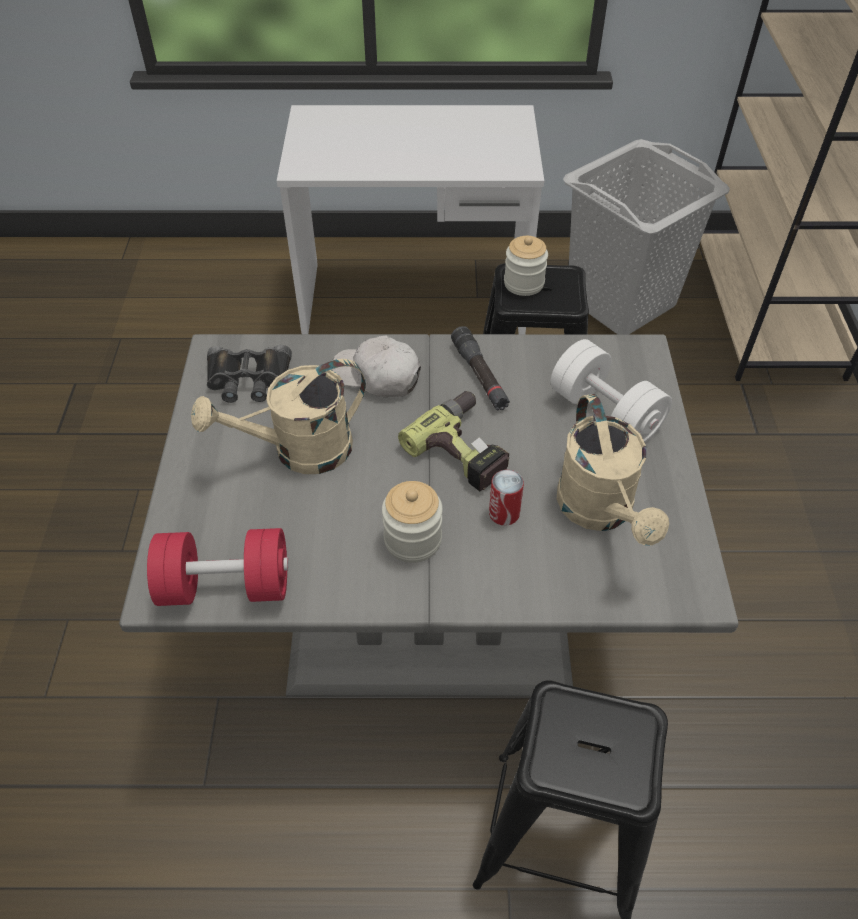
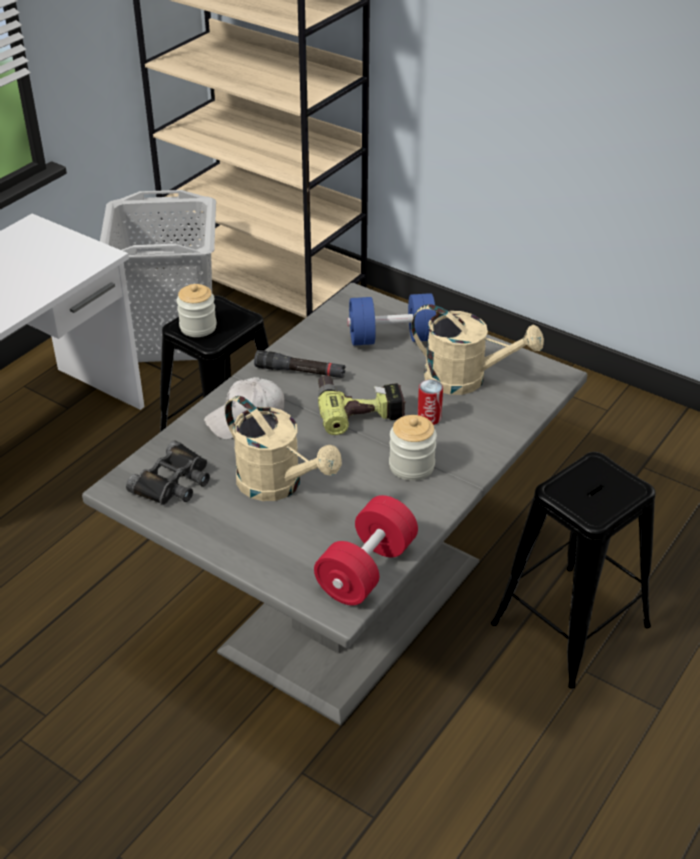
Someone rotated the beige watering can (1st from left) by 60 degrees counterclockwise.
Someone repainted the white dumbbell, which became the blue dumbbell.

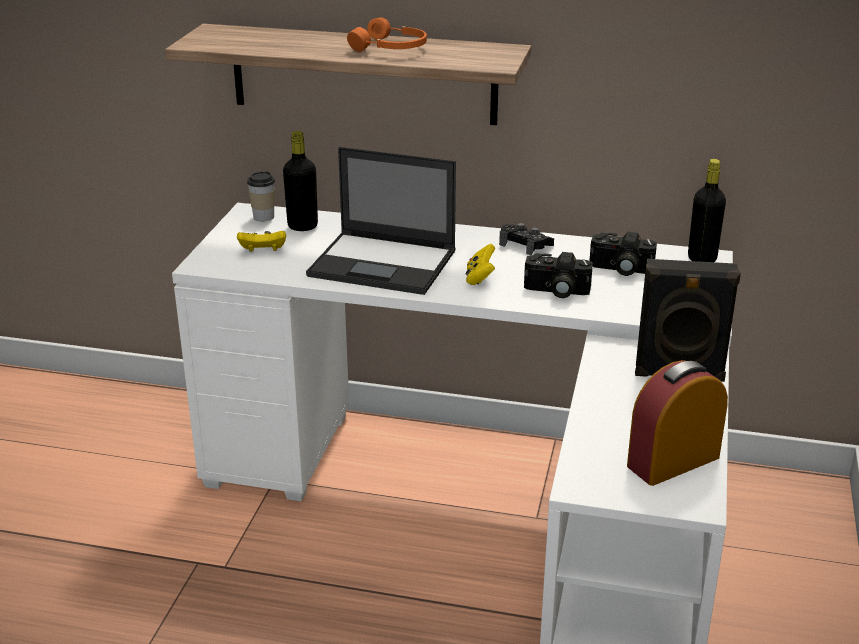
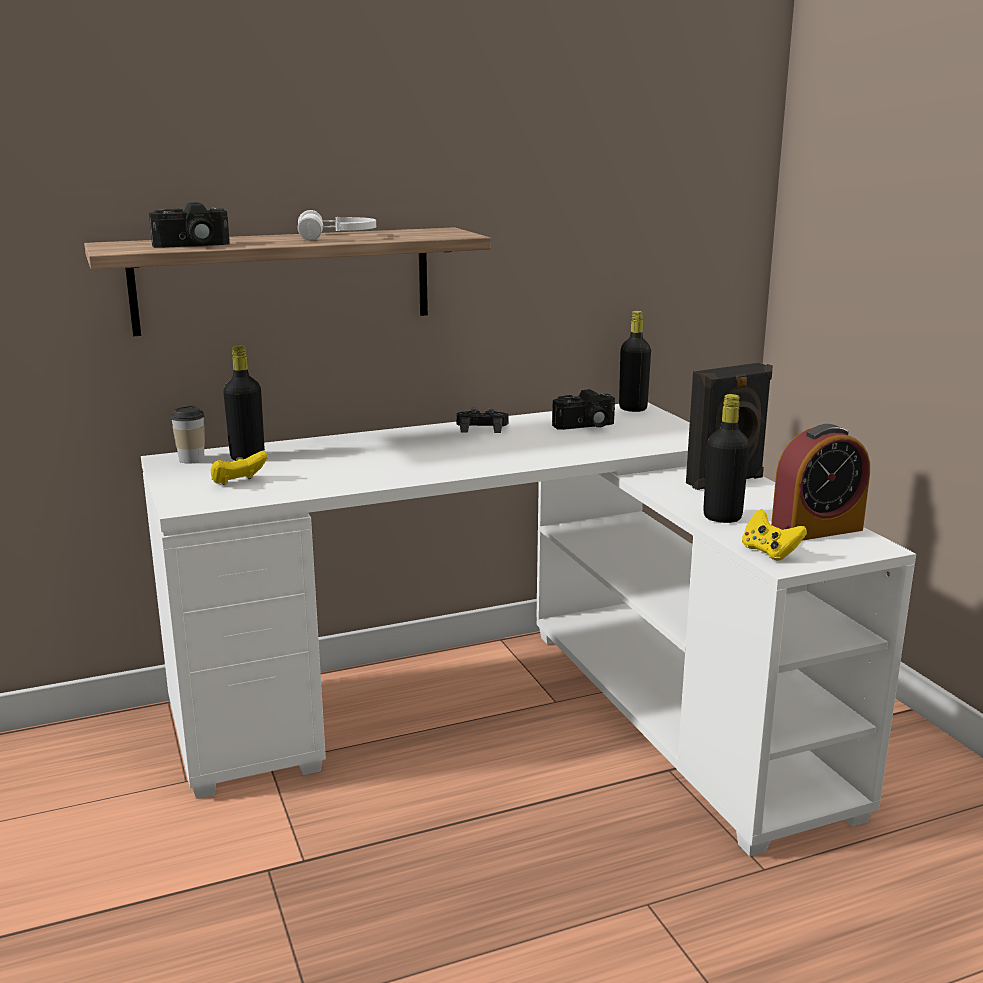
Someone carried the still camera (1st from left).
Someone repainted the orange-coloured pair of headphones, which became the white pair of headphones.
Someone put down the black bottle (3rd from left).
Someone carried the yellow-coloured game controller (2nd from left).
Someone rotated the bedside clock by 135 degrees counterclockwise.
Someone took away the portable computer.

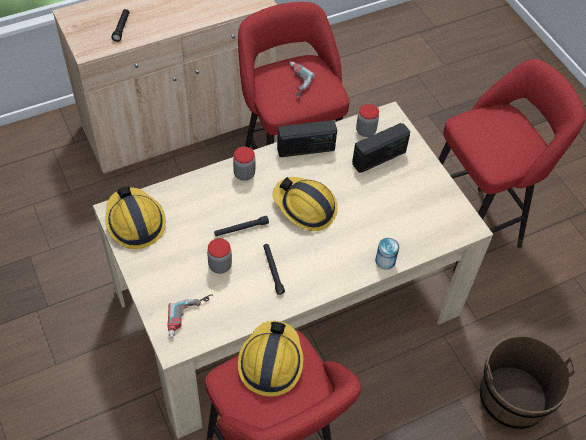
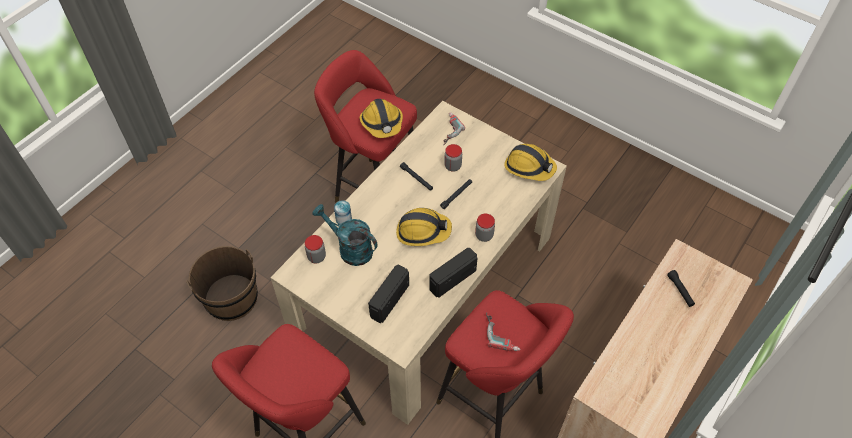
Someone carried the storage jar (3rd from left in the first image).
Someone put down the blue-green watering can.

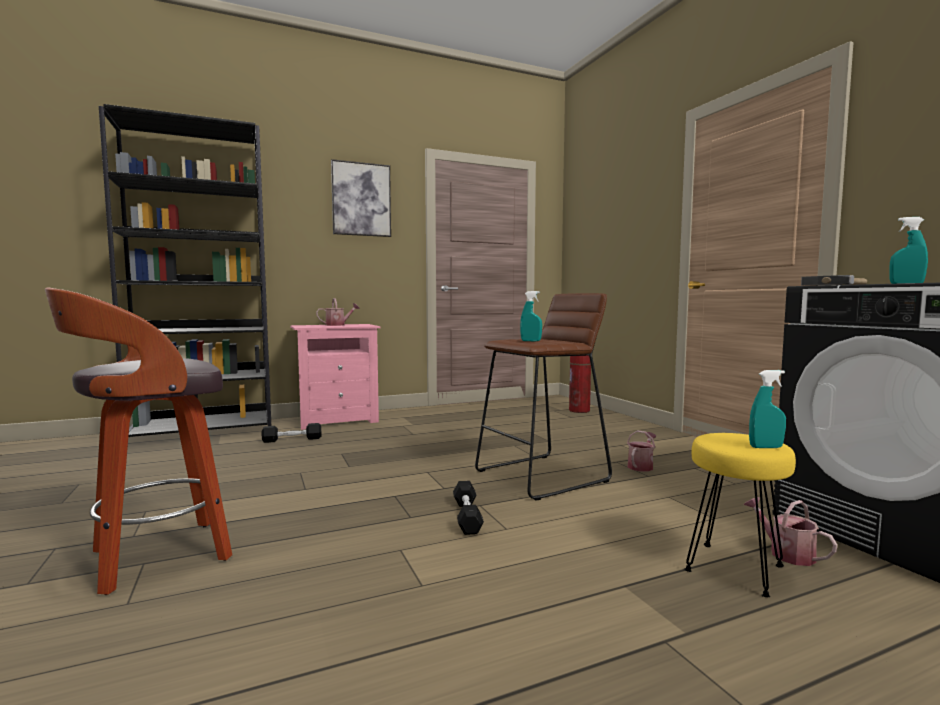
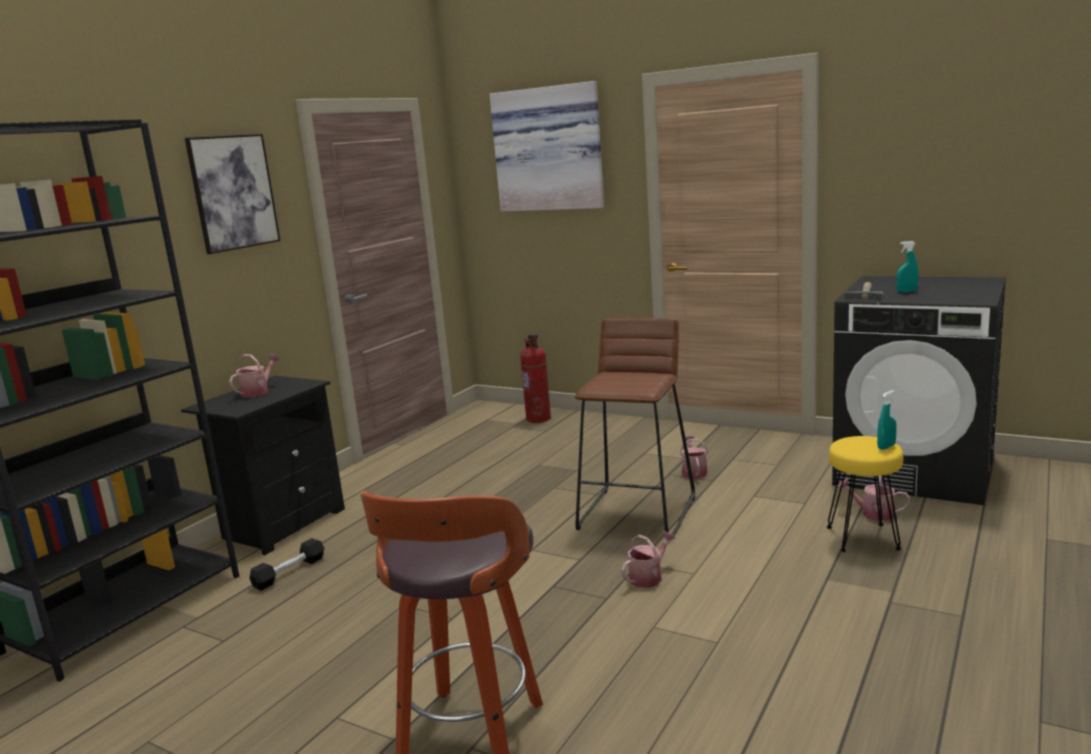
Someone repainted the pinkish nightstand, which became the black nightstand.
Someone put up the wall art (2nd from left).
Someone swapped the black dumbbell (2nd from left) for the watering can (2nd from left).
Someone took away the blue-green hand sprayer (1st from left).

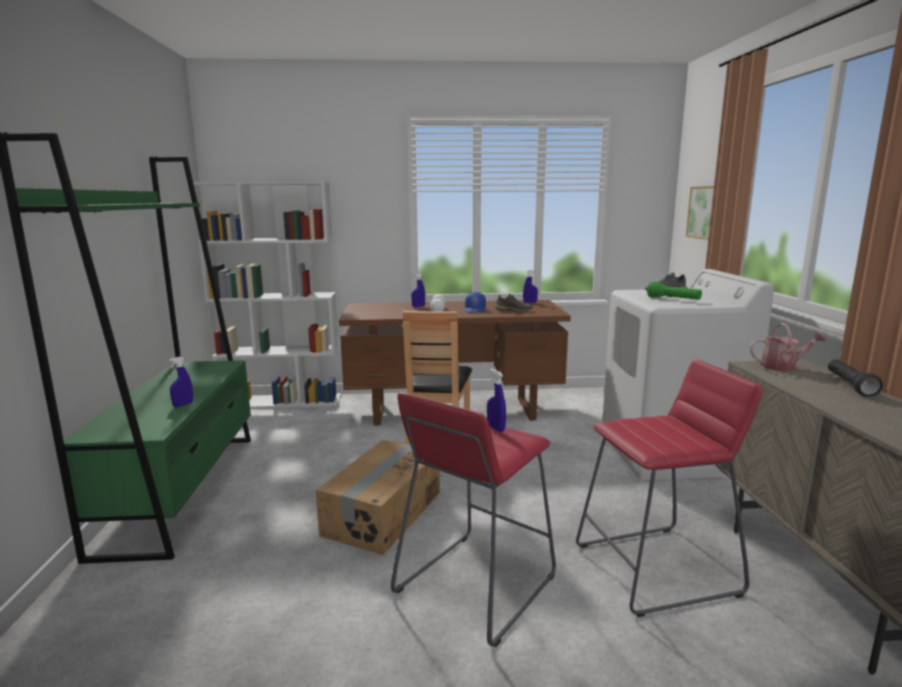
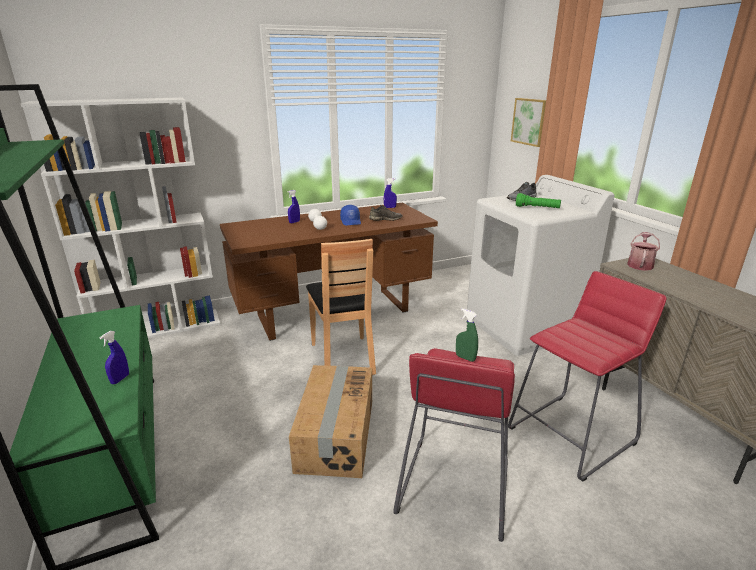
Someone repainted the blue hand sprayer (3rd from left), which became the greenish hand sprayer.
Someone rotated the watering can by 45 degrees counterclockwise.
Someone took away the black hand torch.

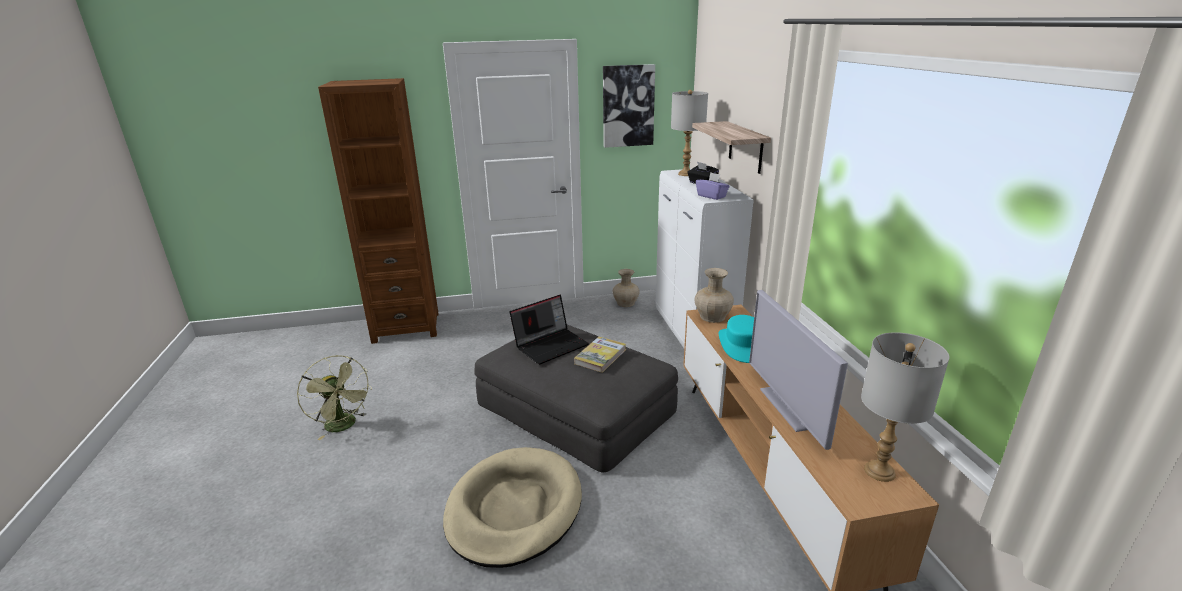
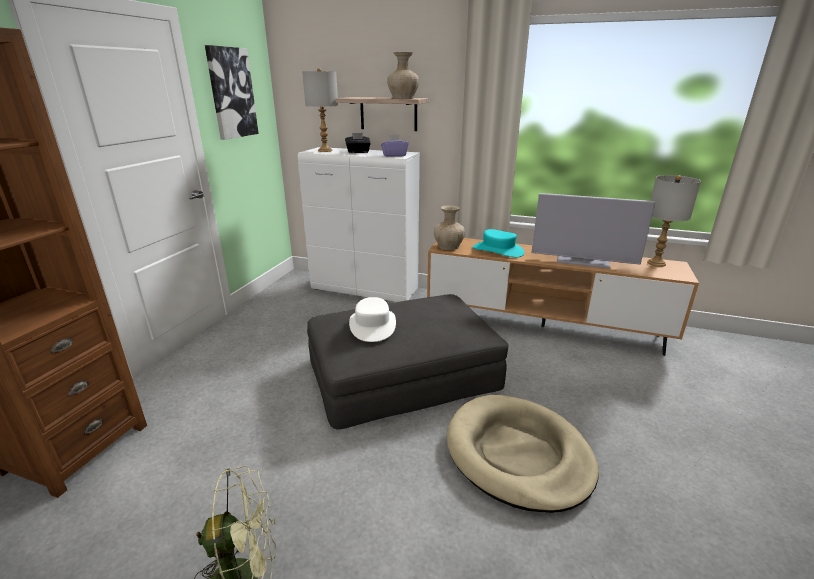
Someone swapped the portable computer for the white clothing hat.
Someone carried the beige vase (1st from left).
Someone took away the book.

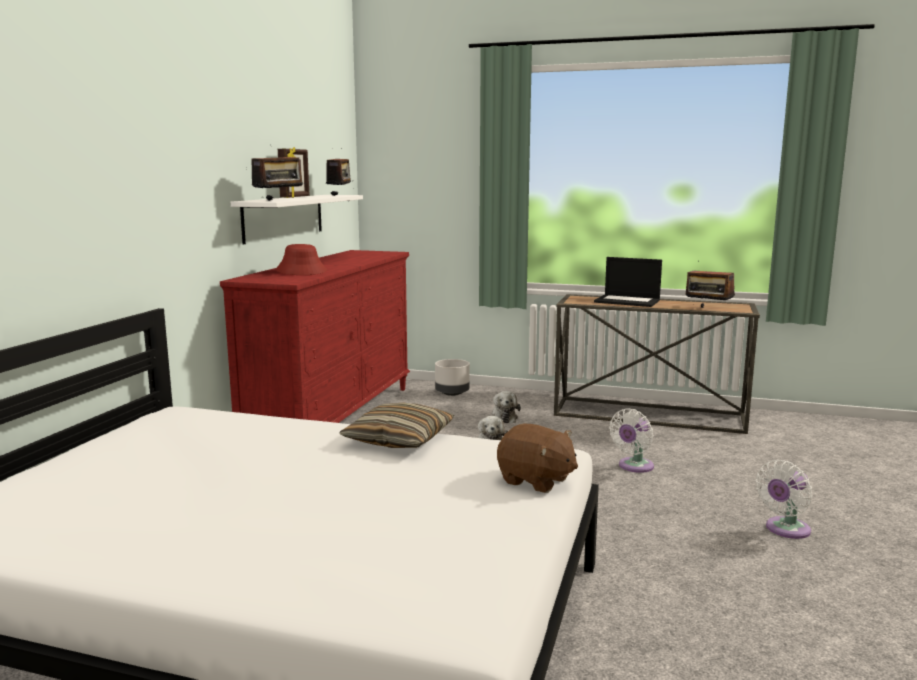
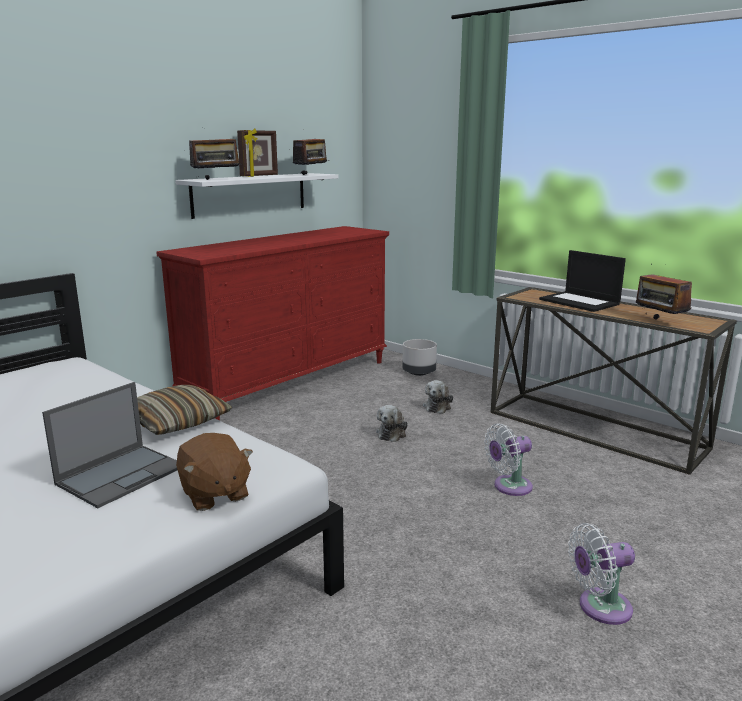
Someone put down the portable computer (1st from left).
Someone took away the red clothing hat.

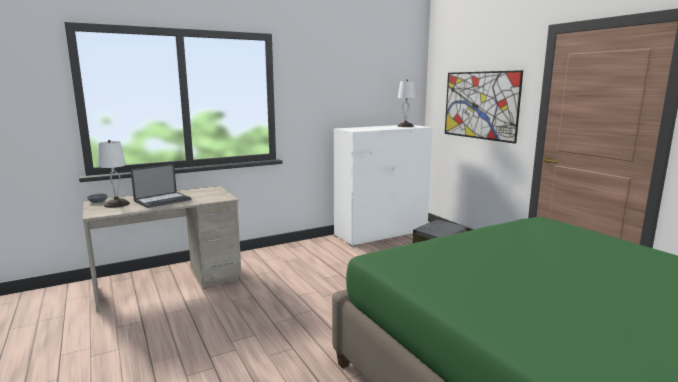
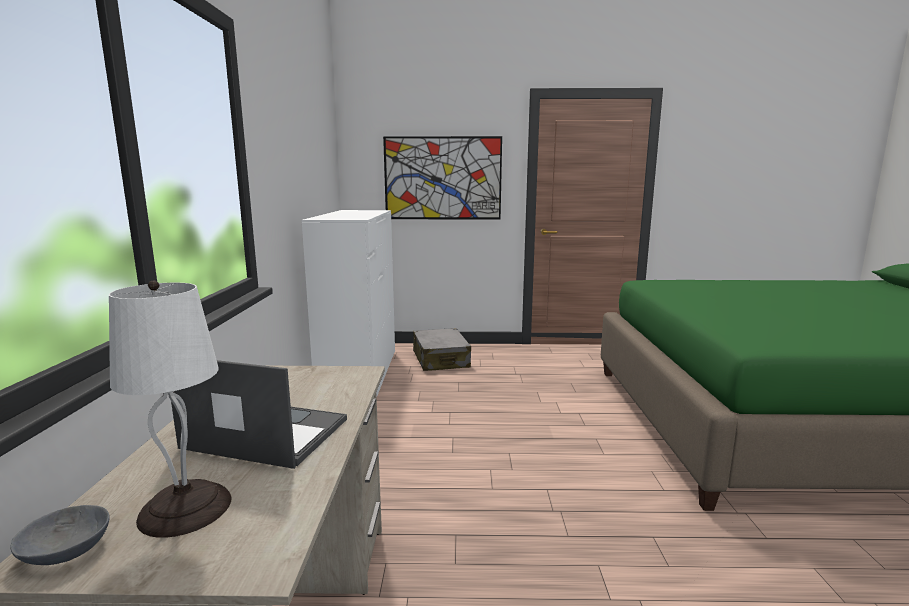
Someone rotated the portable computer by 60 degrees counterclockwise.
Someone took away the white lamp for a table (2nd from left).

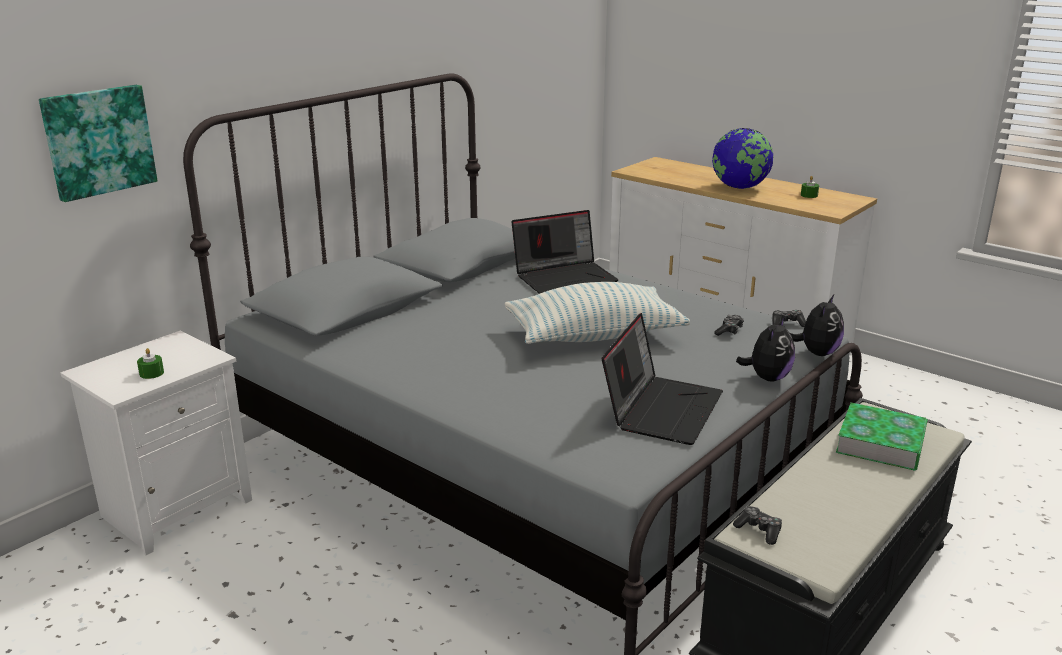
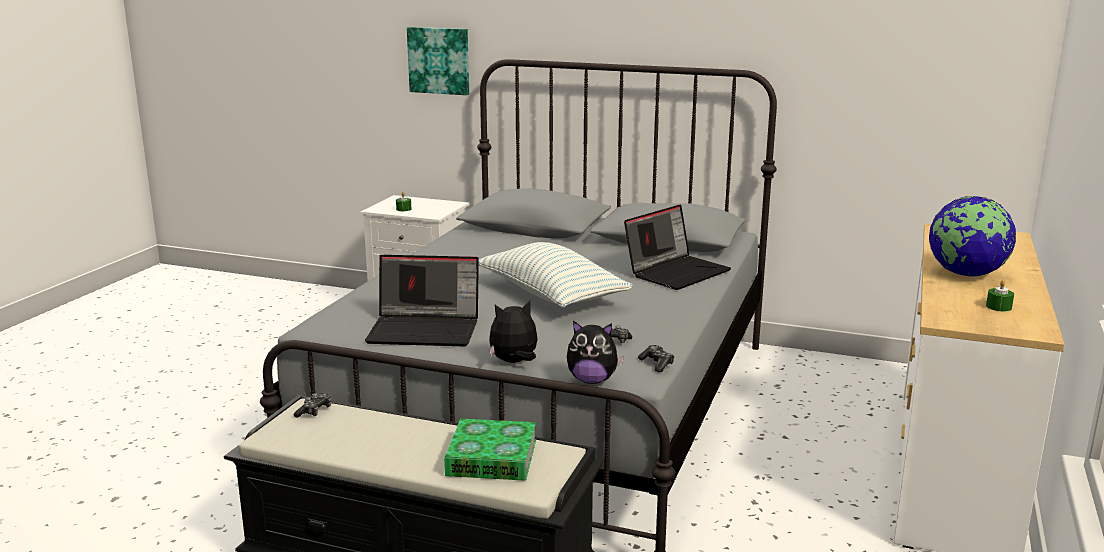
Someone rotated the plush toy (1st from left) by 150 degrees clockwise.
Someone rotated the portable computer (1st from left in the first image) by 90 degrees counterclockwise.

